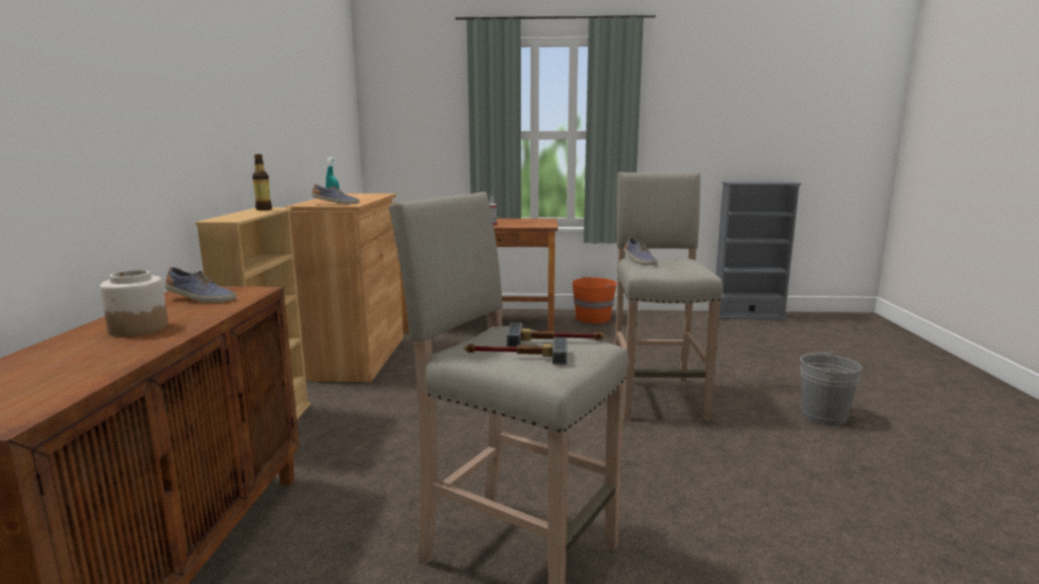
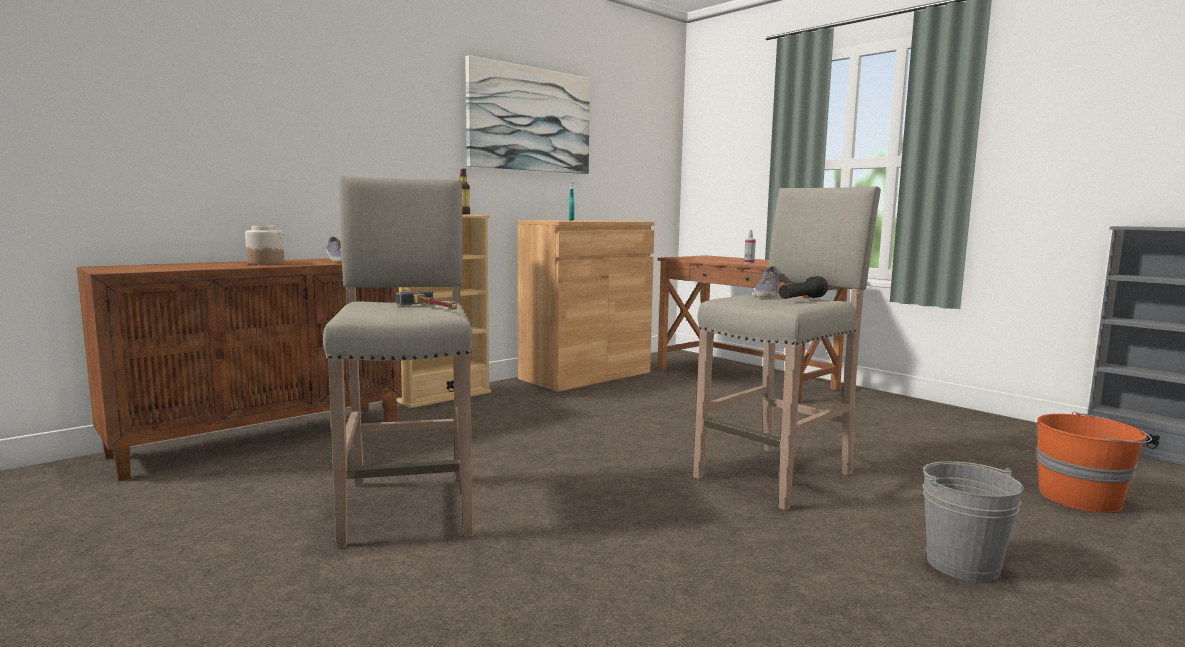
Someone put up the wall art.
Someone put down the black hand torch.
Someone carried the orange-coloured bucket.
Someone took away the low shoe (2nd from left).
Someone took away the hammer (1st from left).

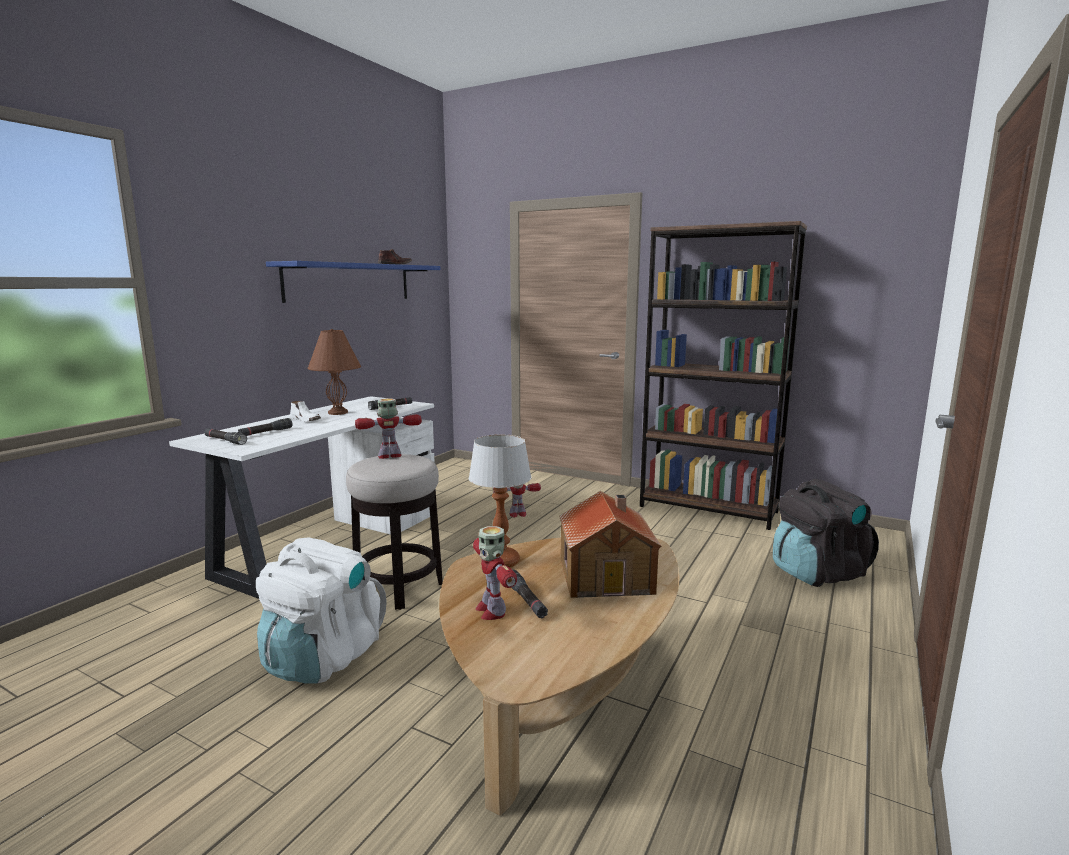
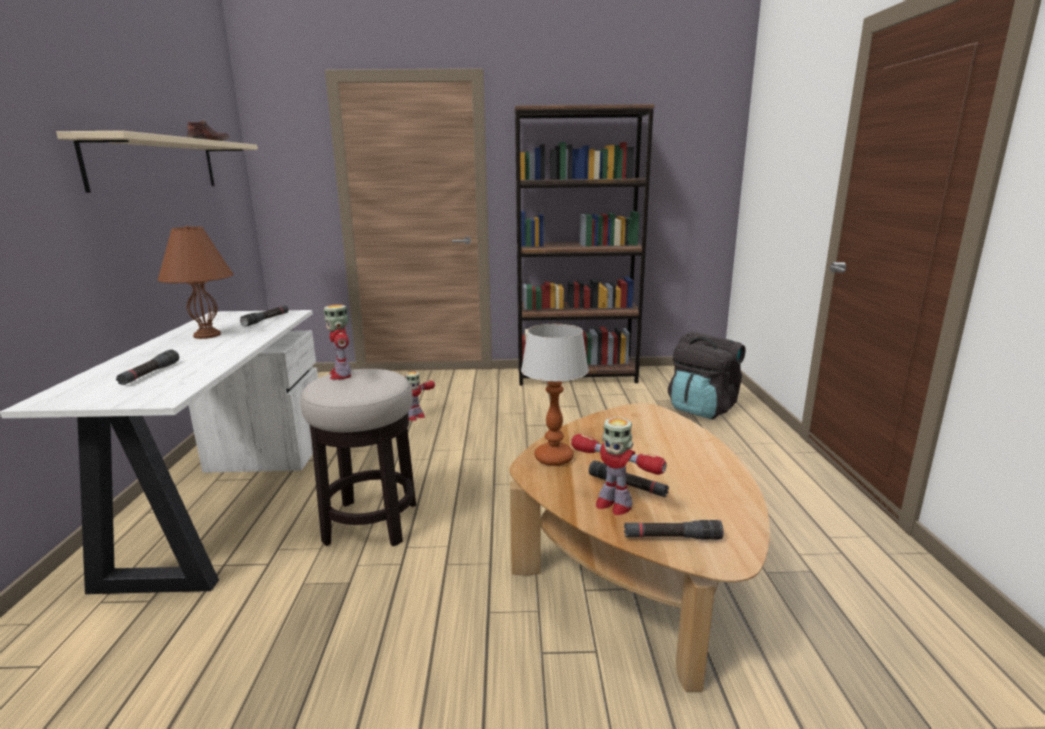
Someone repainted the blue wall shelf, which became the beige wall shelf.
Someone rotated the model robot (1st from left) by 60 degrees counterclockwise.
Someone carried the black hand torch (1st from left in the first image).
Someone took away the white backpack.
Someone took away the white low shoe.
Someone took away the toy house.

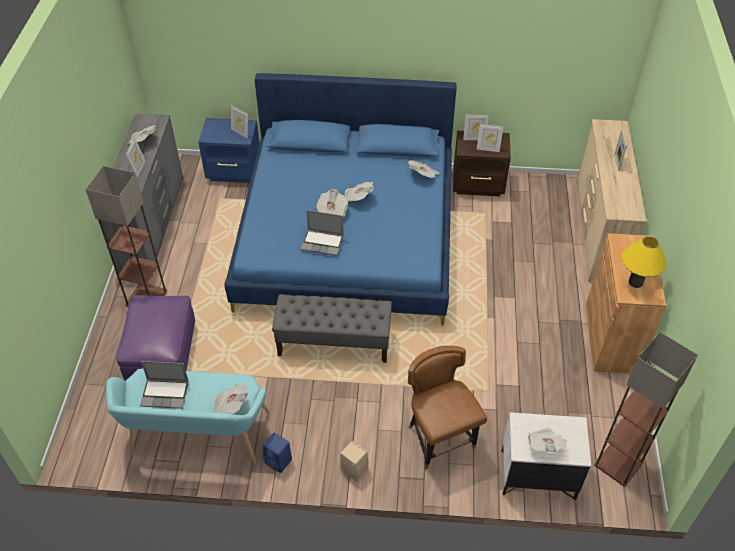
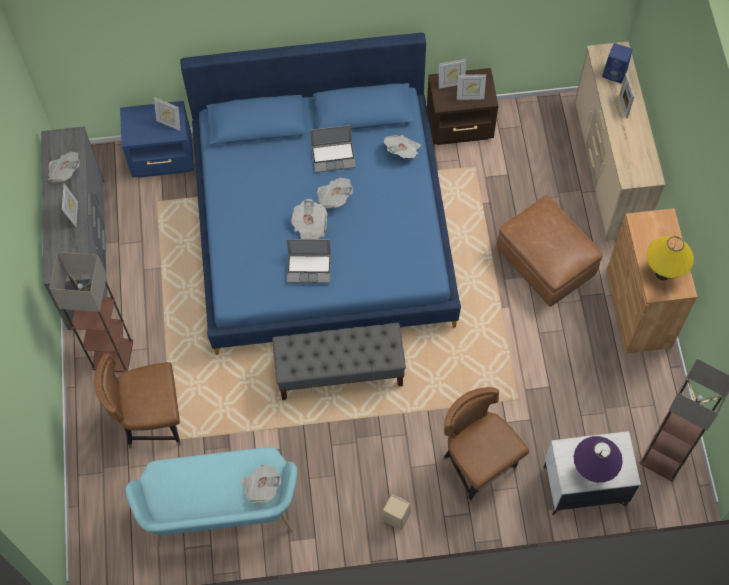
Someone swapped the purple-coloured pouffe for the brownish plain chair (1st from left).
Someone carried the portable computer (1st from left in the first image).
Someone put down the brownish pouffe.
Someone swapped the newspaper (6th from left) for the purple-coloured lamp for a table.
Someone carried the blue speaker.

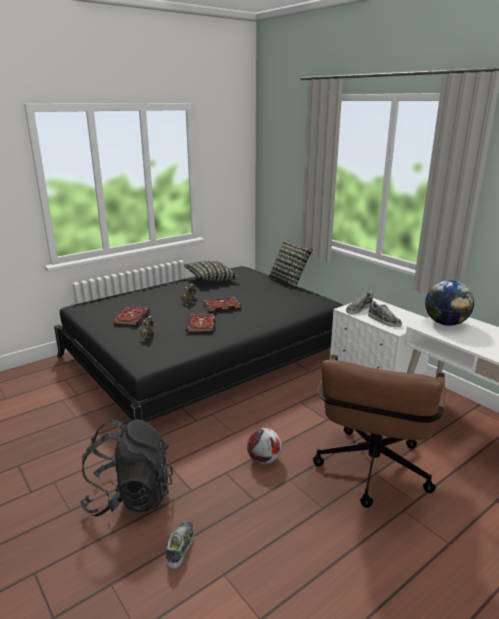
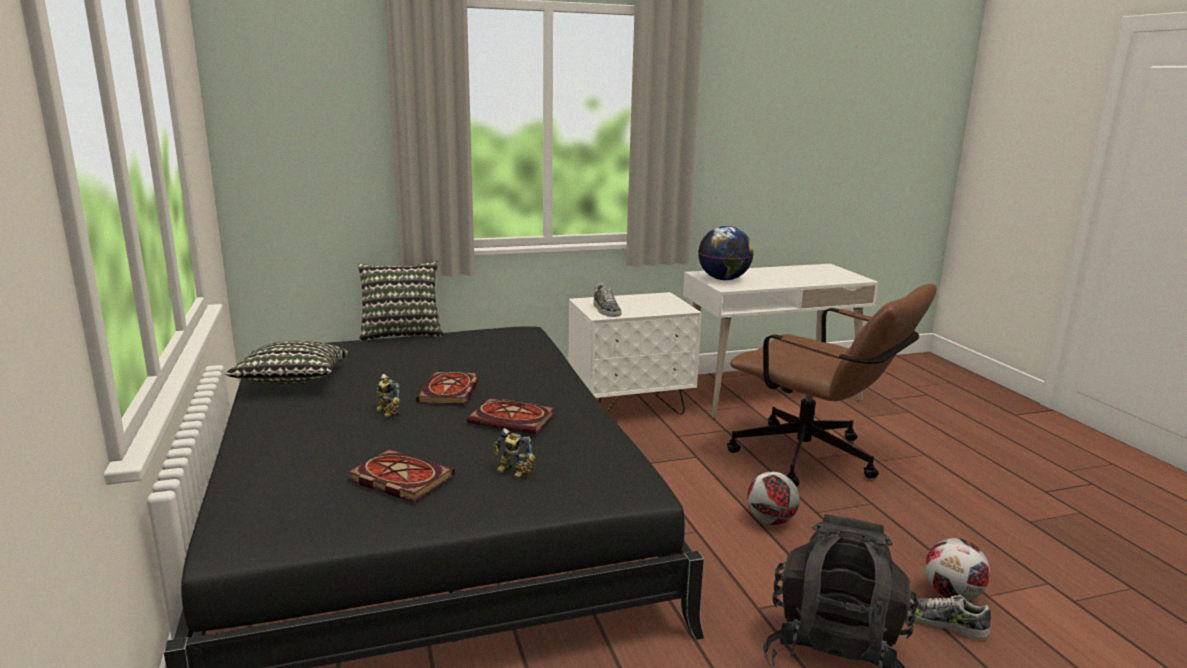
Someone put down the football ball (2nd from left).
Someone took away the low shoe (3rd from left).

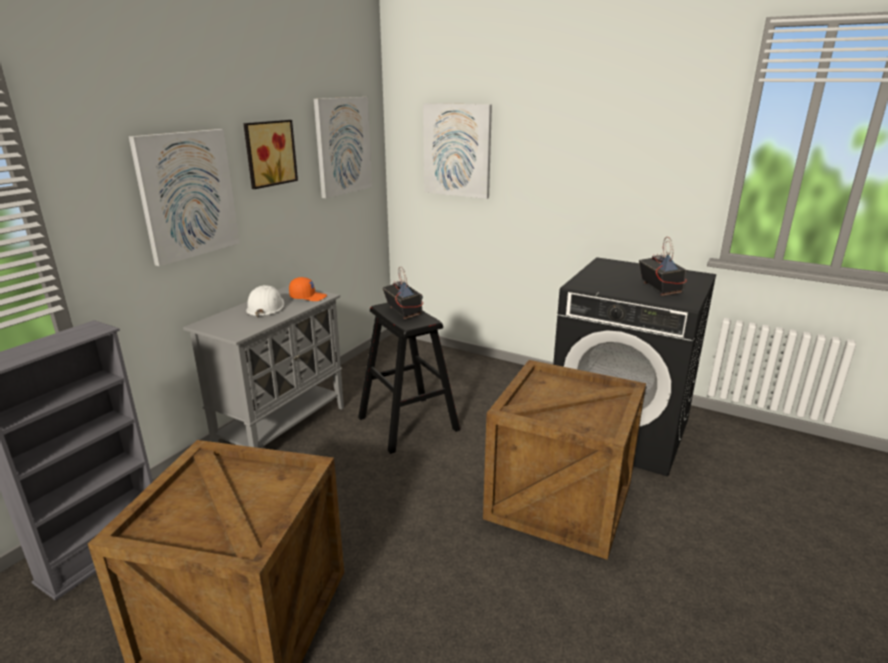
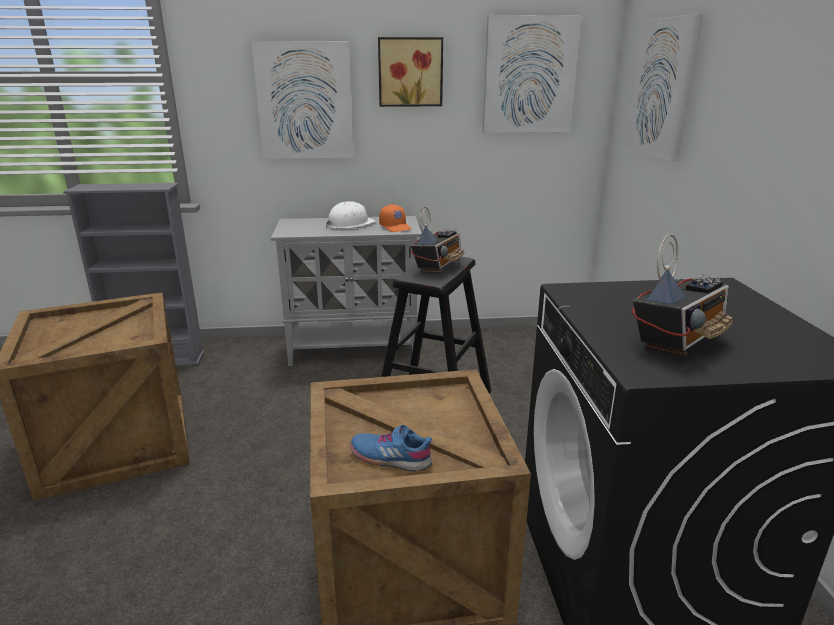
Someone put down the blue low shoe.

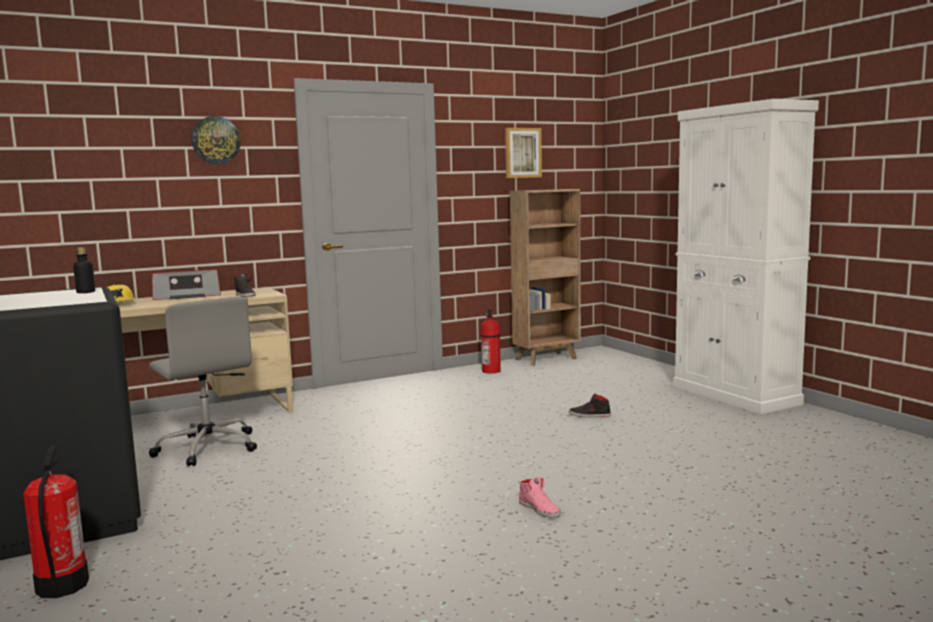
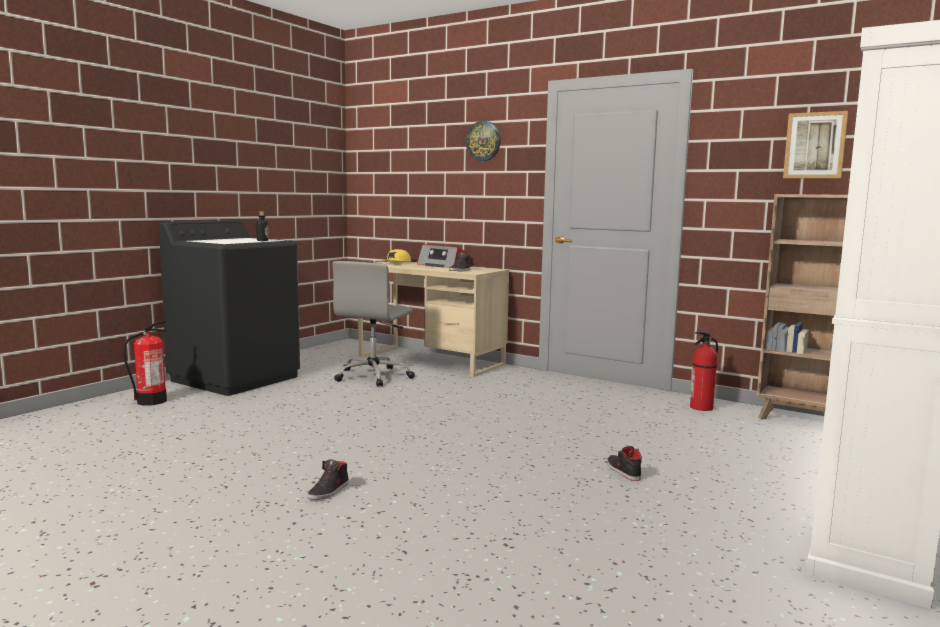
Someone repainted the pinkish low shoe, which became the black low shoe (1st from left).

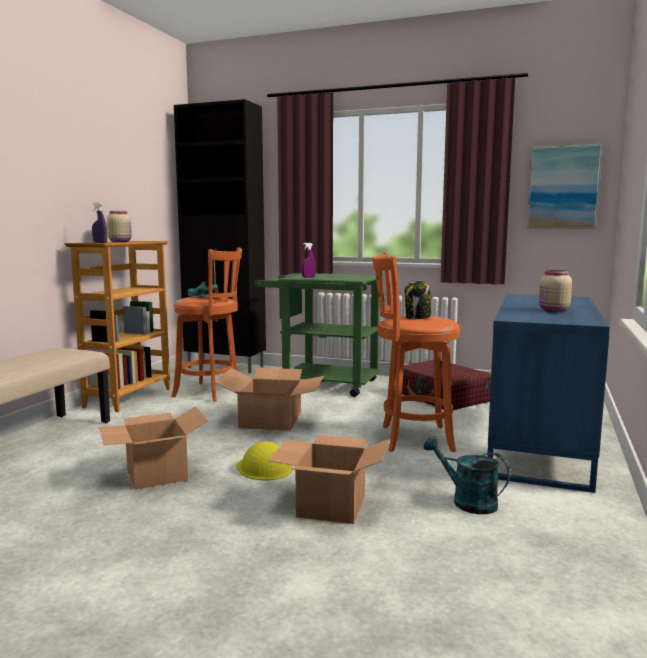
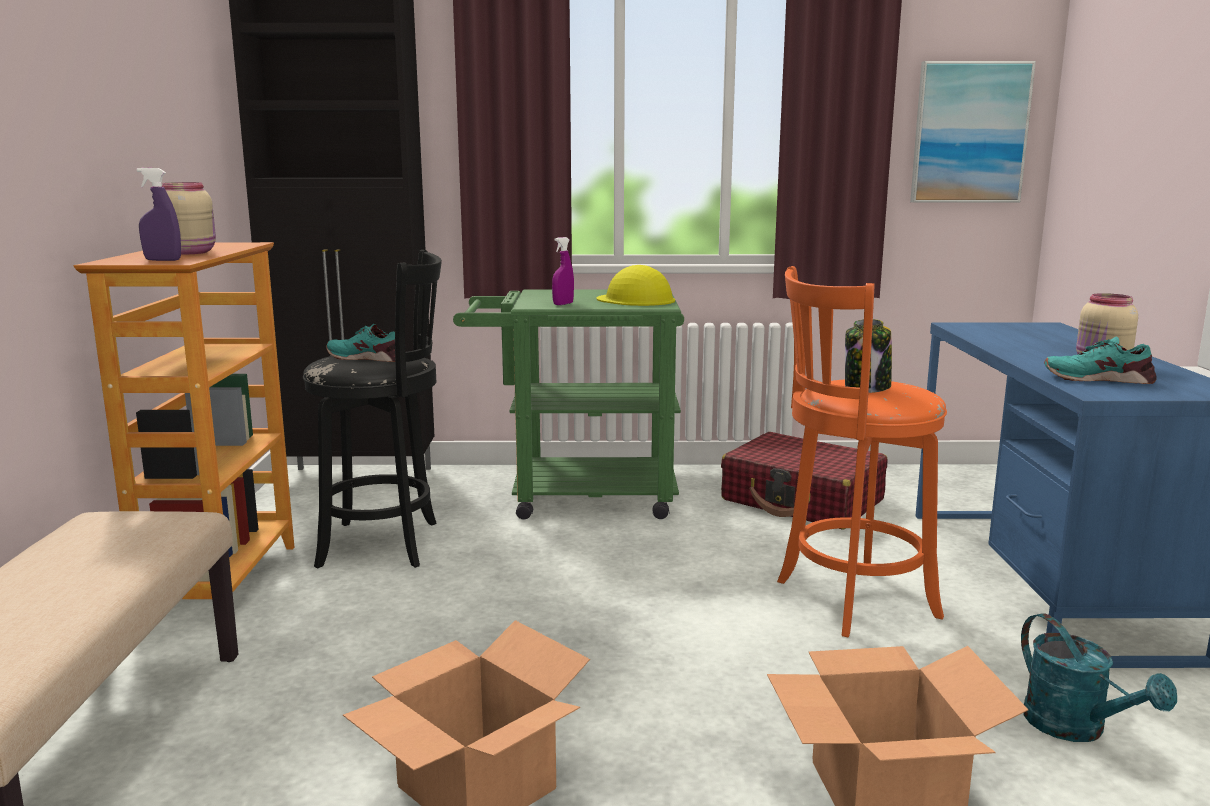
Someone repainted the orange-coloured stool seat (1st from left), which became the black stool seat.
Someone carried the yellow-coloured work helmet.
Someone rotated the blue-green watering can by 135 degrees counterclockwise.
Someone put down the blue-green low shoe (2nd from left).
Someone took away the cardboard box (2nd from left).

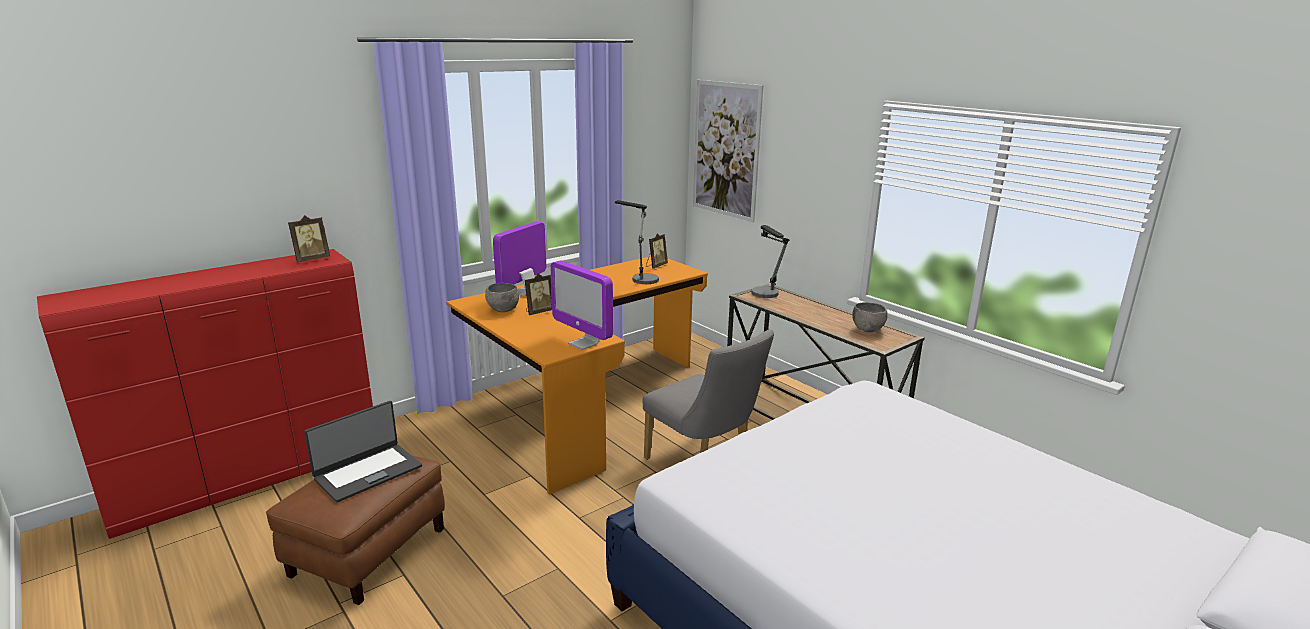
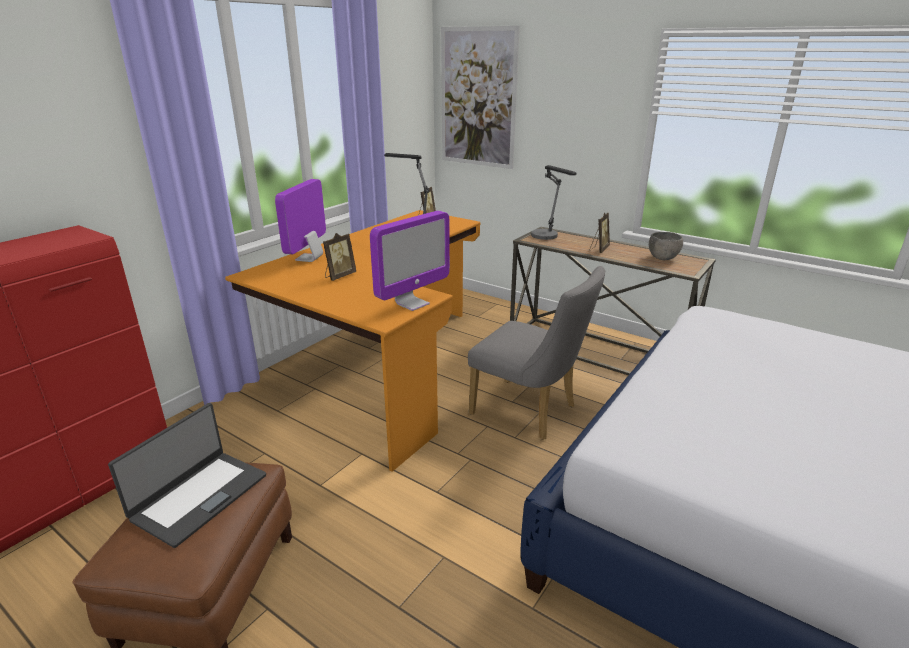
Someone rotated the monitor (2nd from left) by 75 degrees counterclockwise.
Someone carried the photo frame (1st from left in the first image).
Someone took away the gray bowl (1st from left).

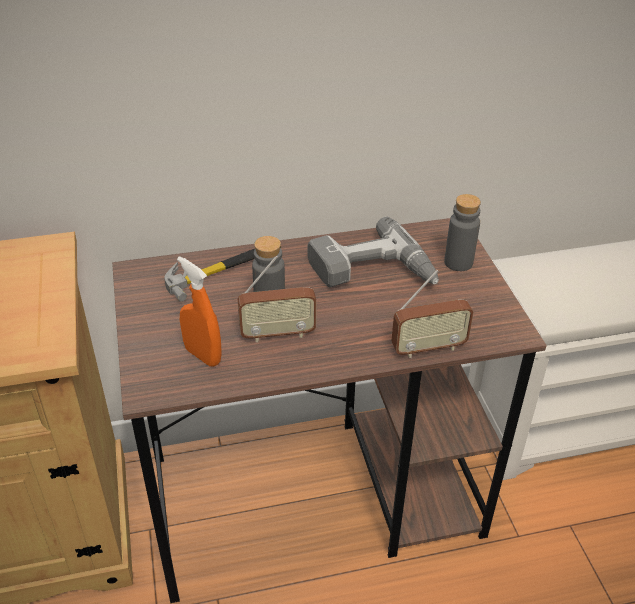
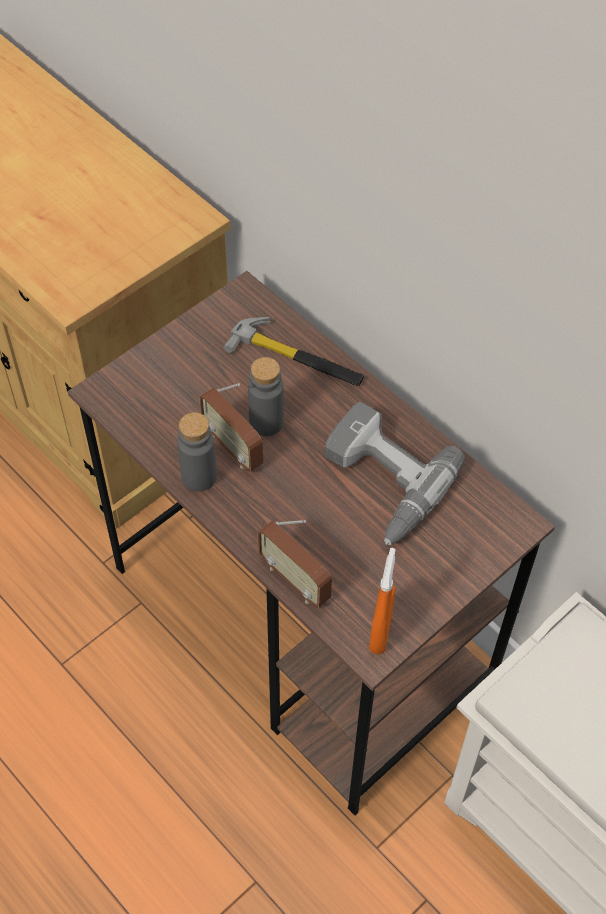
Someone carried the gray bottle (2nd from left in the first image).
Someone carried the orange-coloured hand sprayer.

